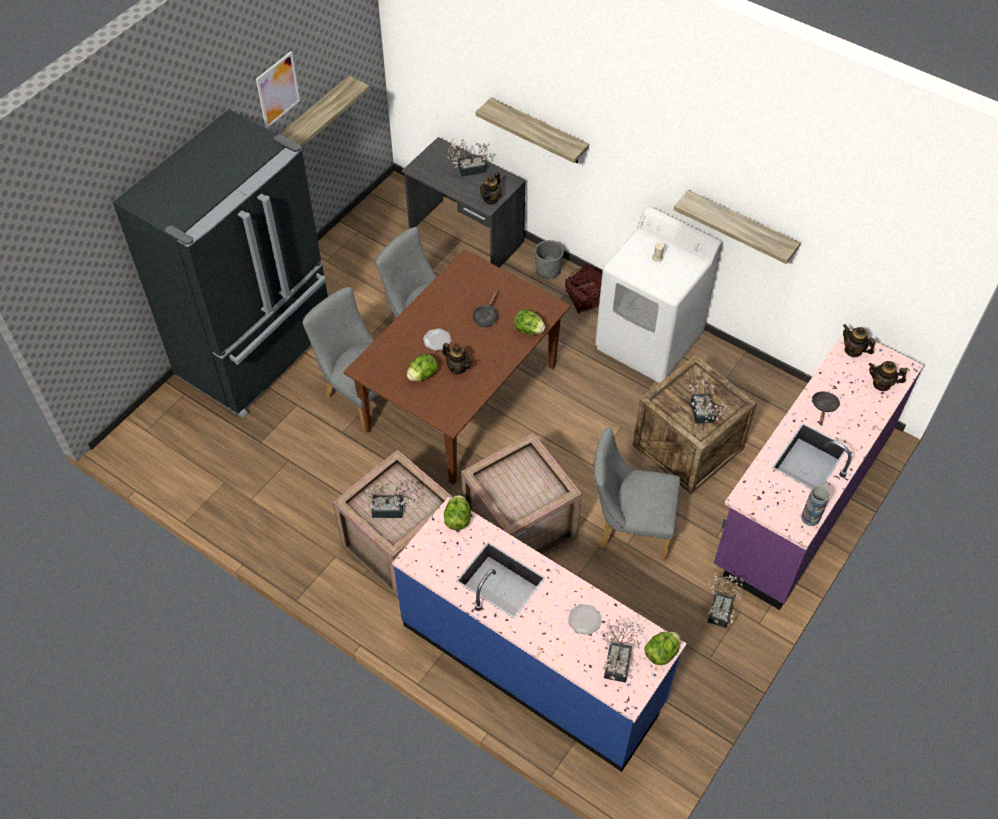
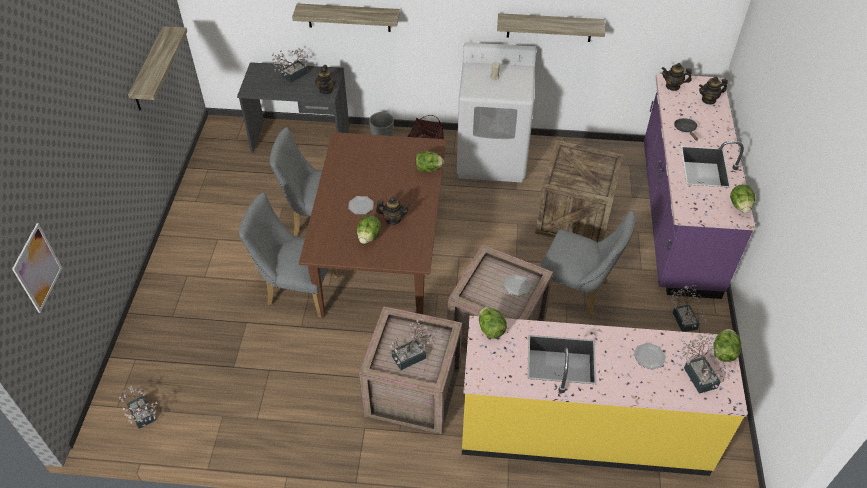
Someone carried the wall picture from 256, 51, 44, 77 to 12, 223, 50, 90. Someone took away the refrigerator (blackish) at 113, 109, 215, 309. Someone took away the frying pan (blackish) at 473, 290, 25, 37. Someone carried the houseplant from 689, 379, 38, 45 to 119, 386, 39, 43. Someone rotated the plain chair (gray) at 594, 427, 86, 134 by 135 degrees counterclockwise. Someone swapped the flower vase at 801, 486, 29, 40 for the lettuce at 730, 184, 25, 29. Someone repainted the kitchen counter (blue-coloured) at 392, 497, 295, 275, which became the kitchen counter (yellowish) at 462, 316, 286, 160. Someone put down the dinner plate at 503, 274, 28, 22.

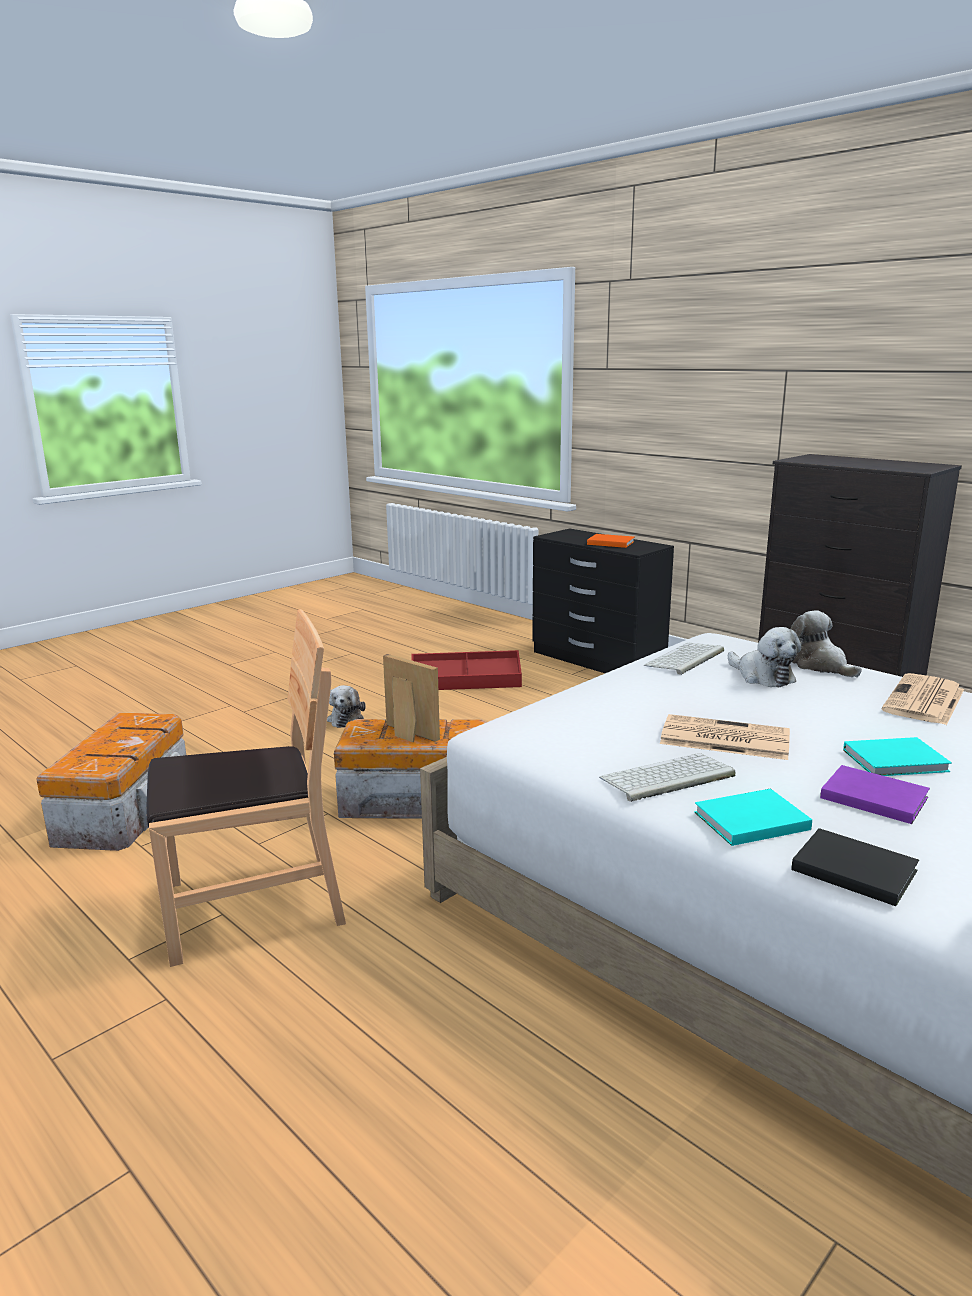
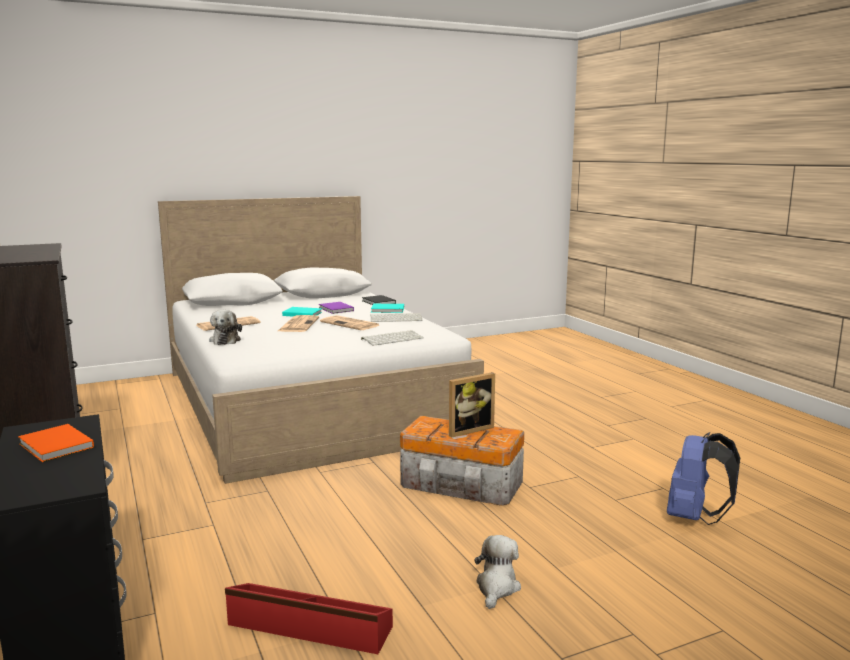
Someone took away the plain chair (brown-coloured) at 147, 609, 199, 358. Someone took away the plush toy at 728, 627, 73, 60. Someone carried the keyboard from 644, 643, 80, 32 to 361, 330, 62, 16. Someone rotated the standing frame at 383, 654, 57, 88 by 90 degrees counterclockwise. Someone swapped the storage bin at 36, 712, 150, 139 for the knapsack (blue-coloured) at 667, 432, 73, 93. Someone put down the printed paper at 278, 315, 41, 17.

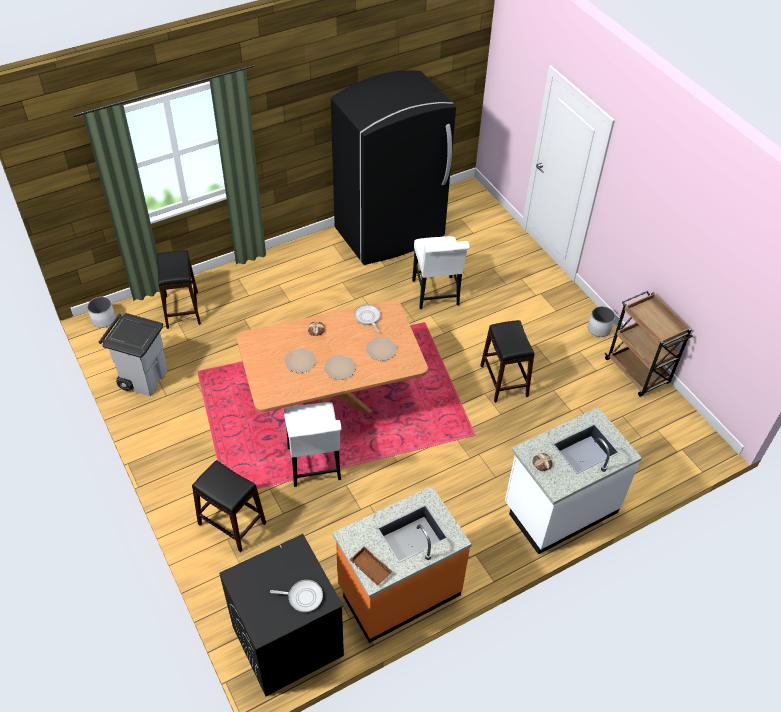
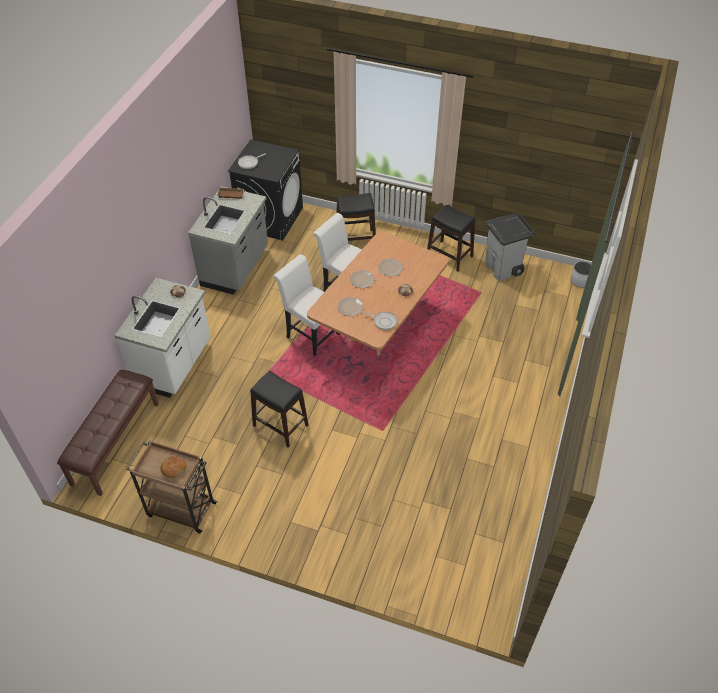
Someone took away the refrigerator (blackish) at 331, 70, 125, 195. Someone carried the plain chair (whitish) from 412, 236, 58, 73 to 273, 254, 67, 102. Someone carried the stool (blackish) from 157, 250, 44, 79 to 427, 205, 48, 67. Someone took away the flower pot (whitish) at 588, 306, 27, 31. Someone repainted the kitchen counter (orange) at 333, 486, 139, 157, which became the kitchen counter (gray) at 188, 186, 80, 109. Someone put down the long seat (brown-coloured) at 57, 370, 102, 126. Someone put down the bakery bread at 160, 456, 27, 22.

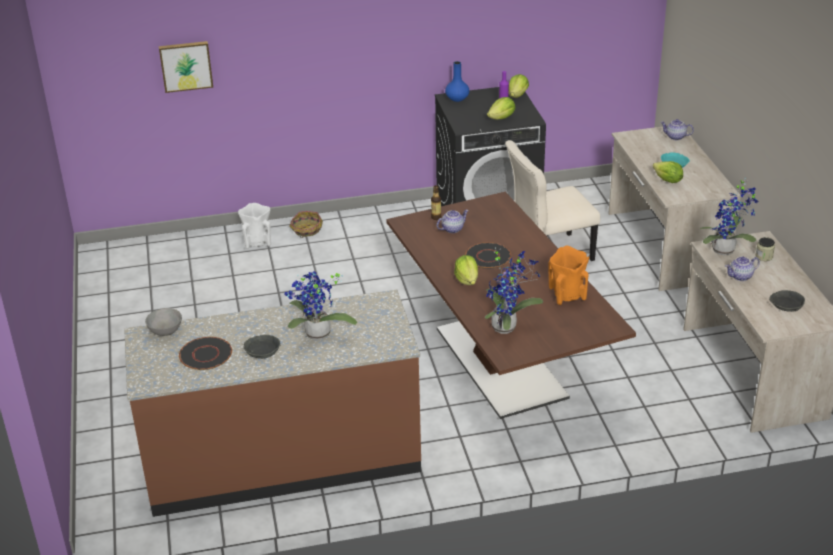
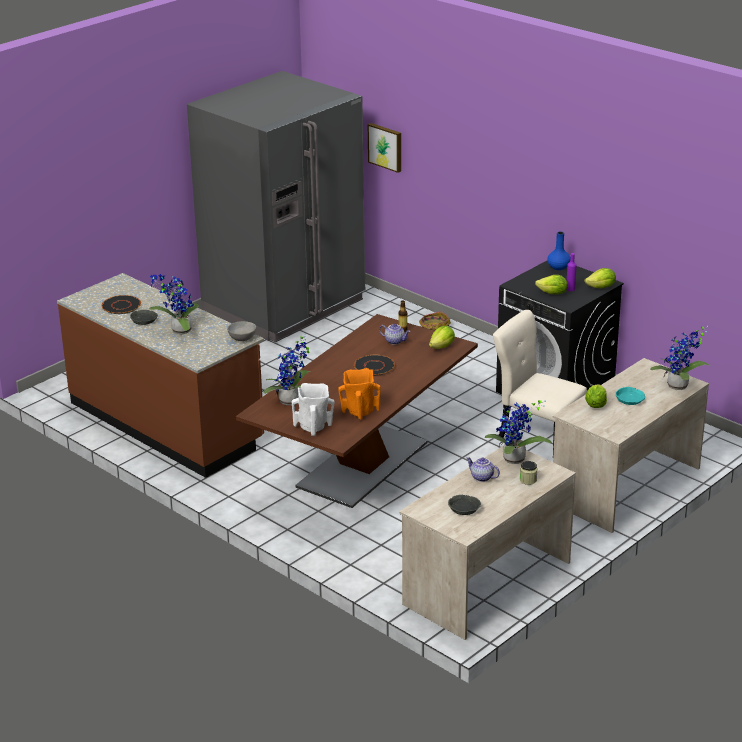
Someone swapped the teapot at 661, 119, 33, 21 for the houseplant at 650, 326, 60, 64. Someone carried the flower vase (whitish) from 238, 203, 33, 46 to 292, 383, 43, 53. Someone carried the lettuce from 454, 255, 24, 30 to 429, 326, 26, 23. Someone carried the bowl (gray) from 145, 308, 37, 28 to 227, 321, 29, 20. Someone put down the refrigerator (gray) at 187, 71, 178, 271.

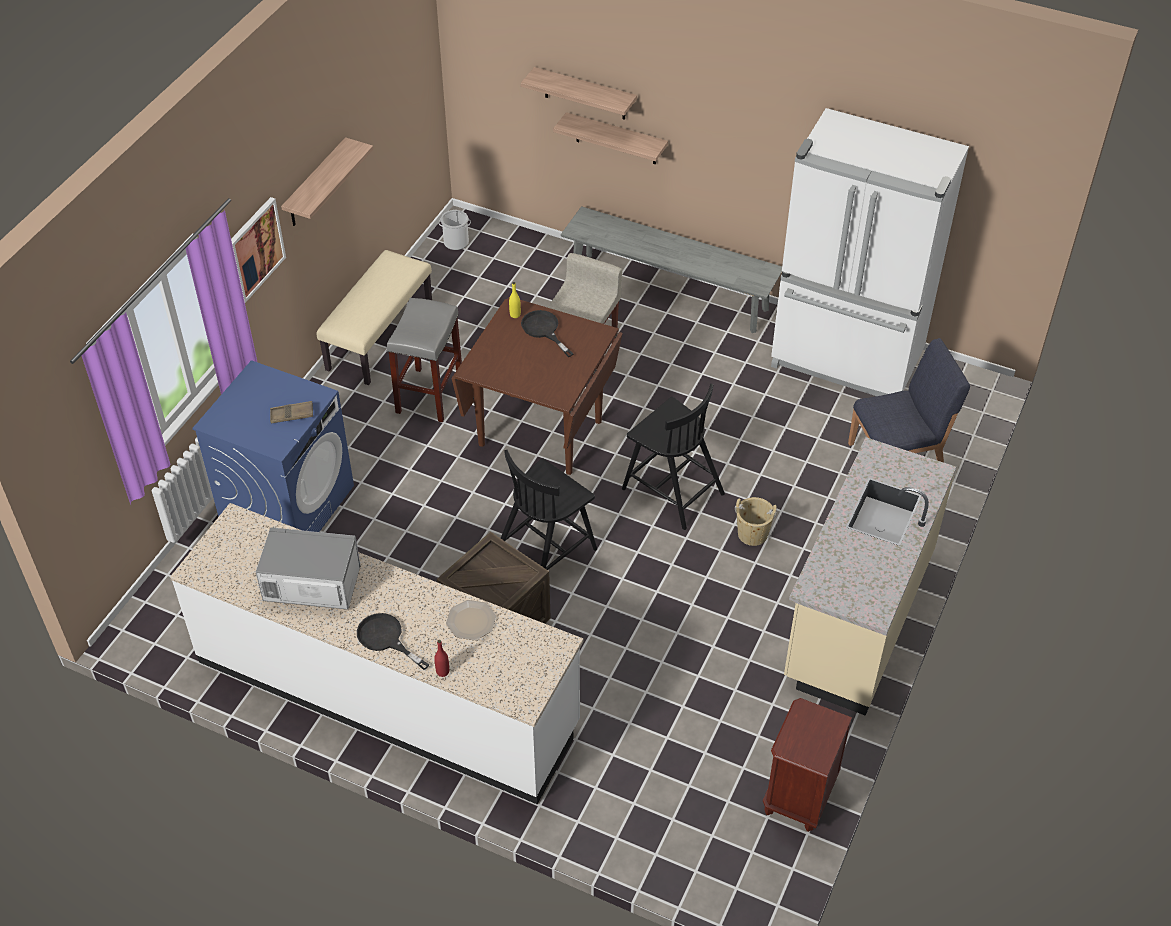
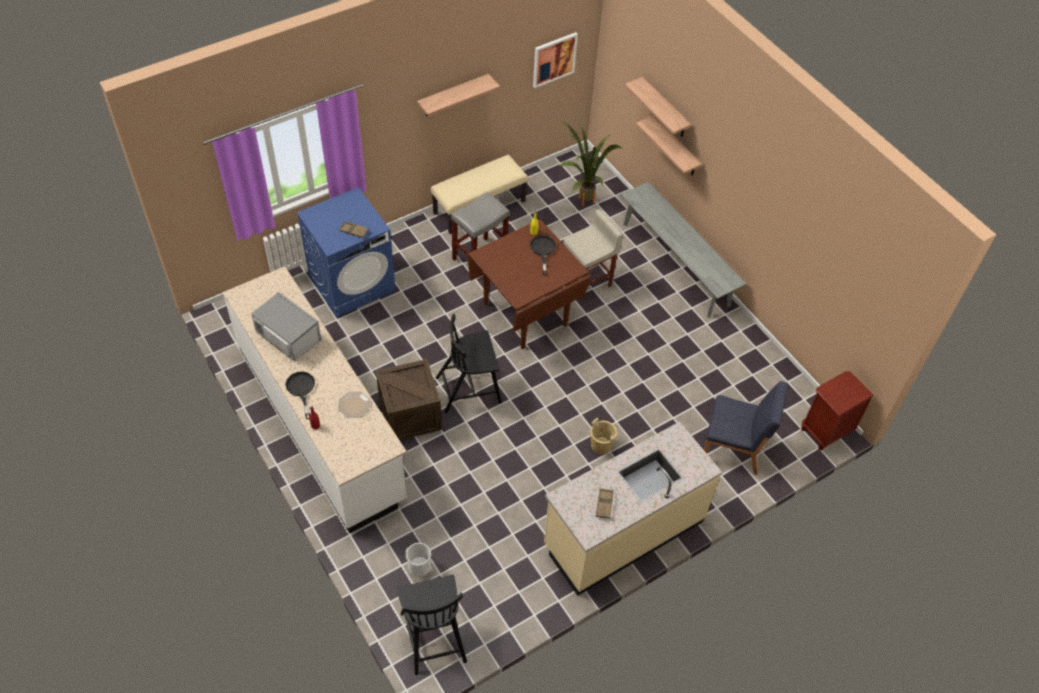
Someone took away the refrigerator (whitish) at 771, 108, 198, 288. Someone carried the wall picture from 231, 197, 55, 106 to 533, 32, 45, 56. Someone carried the bucket from 439, 210, 32, 40 to 406, 543, 26, 34. Someone carried the plain chair (blackish) from 622, 384, 103, 146 to 397, 575, 70, 100. Someone carried the bedside table (brown-coloured) from 763, 698, 89, 134 to 801, 371, 73, 79. Someone put down the houseplant at 559, 121, 63, 85. Someone put down the carrying tray (brown-coloured) at 596, 488, 18, 31.

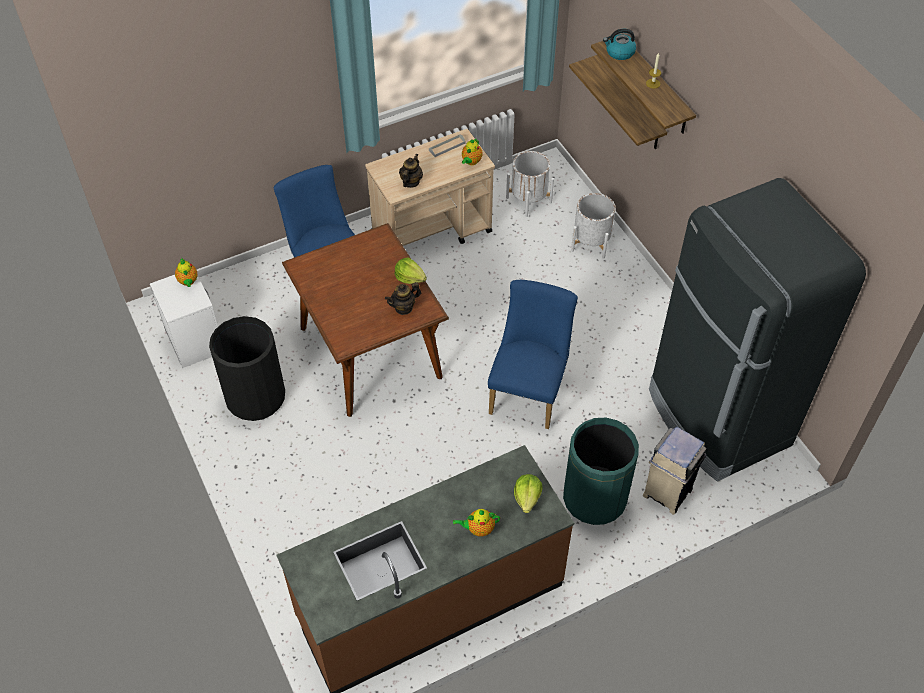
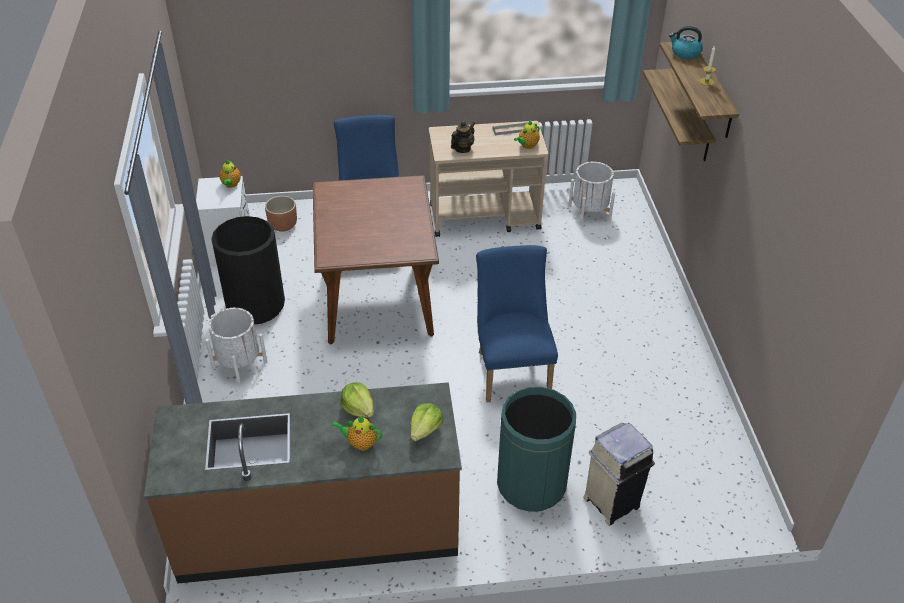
Someone took away the refrigerator (blackish) at 649, 178, 217, 304. Someone carried the flower pot (whitish) from 571, 193, 45, 66 to 206, 308, 61, 77. Someone carried the lettuce from 395, 258, 32, 26 to 341, 382, 33, 36. Someone rotated the plain chair (blue-coloured) at 488, 280, 90, 149 by 45 degrees counterclockwise. Someone took away the teapot at 385, 282, 36, 33. Someone put down the flower pot (brown-coloured) at 265, 196, 32, 36.

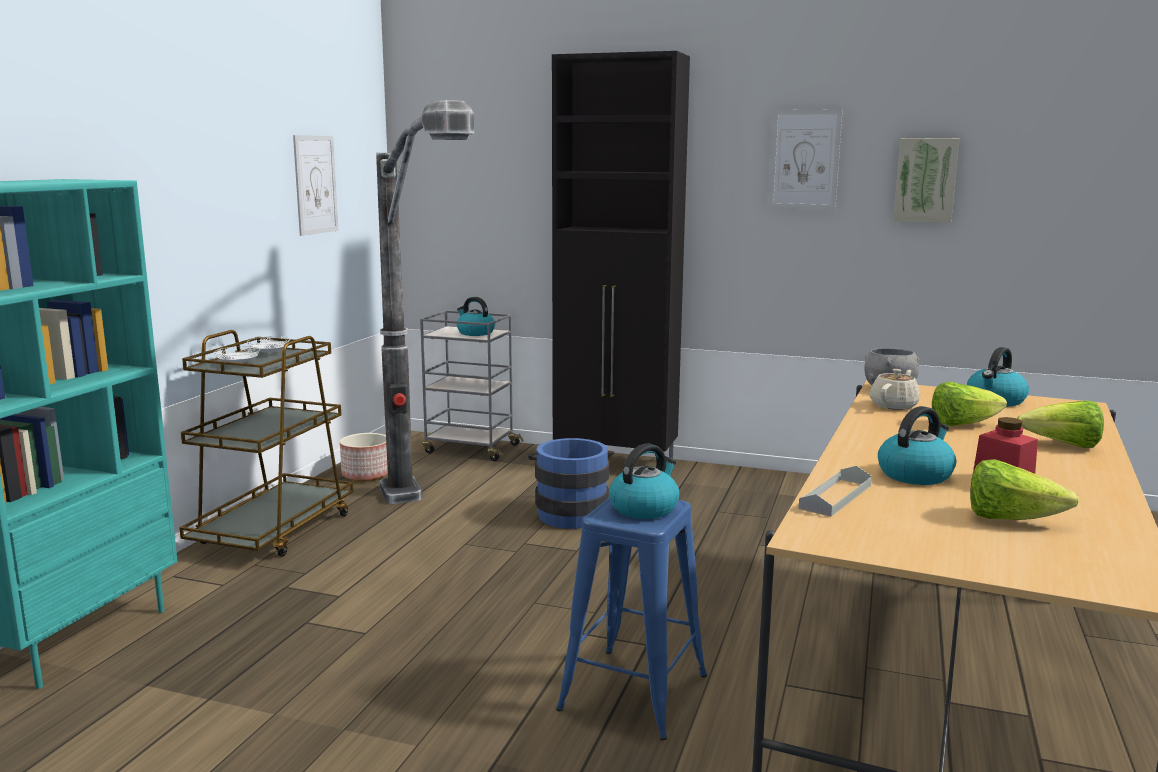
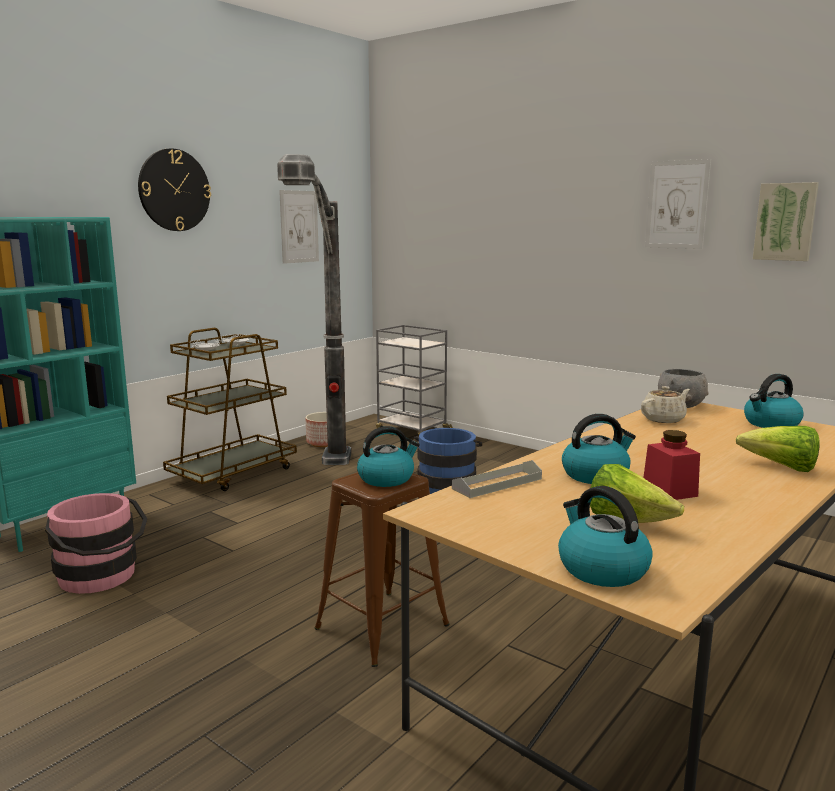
Someone took away the cabinet (blackish) at 552, 51, 138, 408. Someone carried the water kettle from 457, 297, 38, 39 to 558, 486, 95, 101. Someone took away the lettuce at 932, 382, 75, 44. Someone repainted the stool (blue-coloured) at 556, 497, 151, 244, which became the stool (brown-coloured) at 315, 472, 135, 195. Someone put up the hanging clock at 138, 148, 73, 83. Someone put down the bucket (pinkish) at 45, 493, 102, 101.

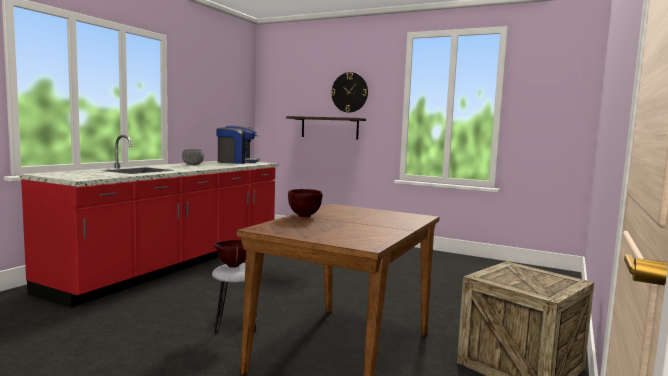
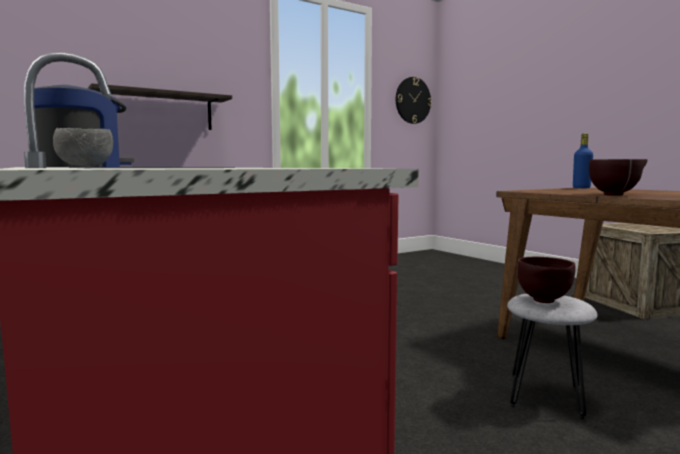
Someone carried the hanging clock from 331, 72, 37, 40 to 396, 77, 36, 47. Someone put down the drink bottle (blue-coloured) at 573, 134, 20, 54.

